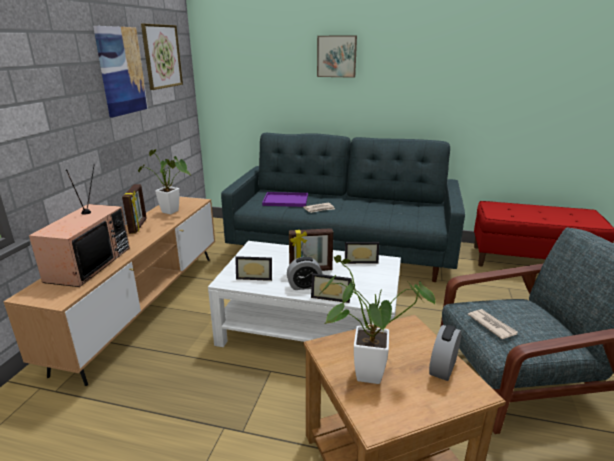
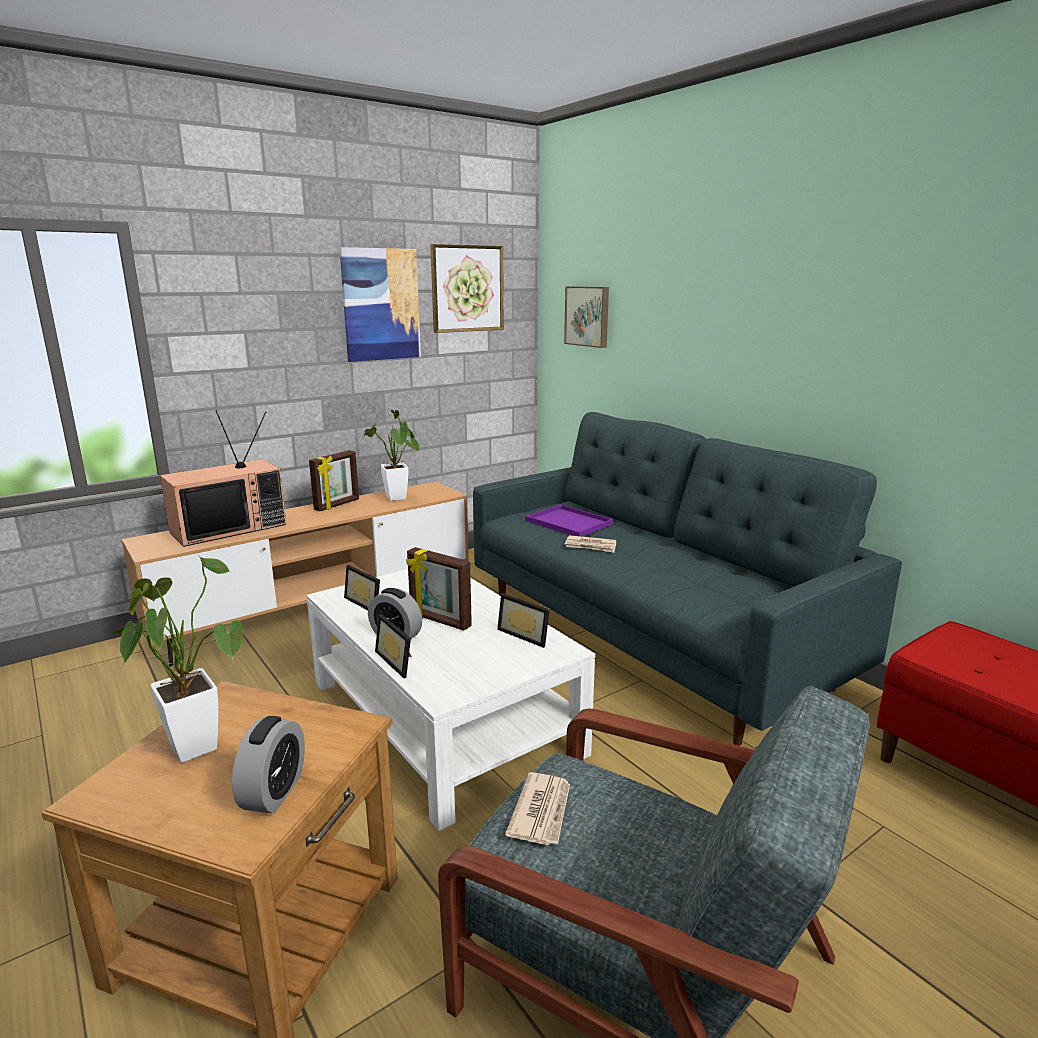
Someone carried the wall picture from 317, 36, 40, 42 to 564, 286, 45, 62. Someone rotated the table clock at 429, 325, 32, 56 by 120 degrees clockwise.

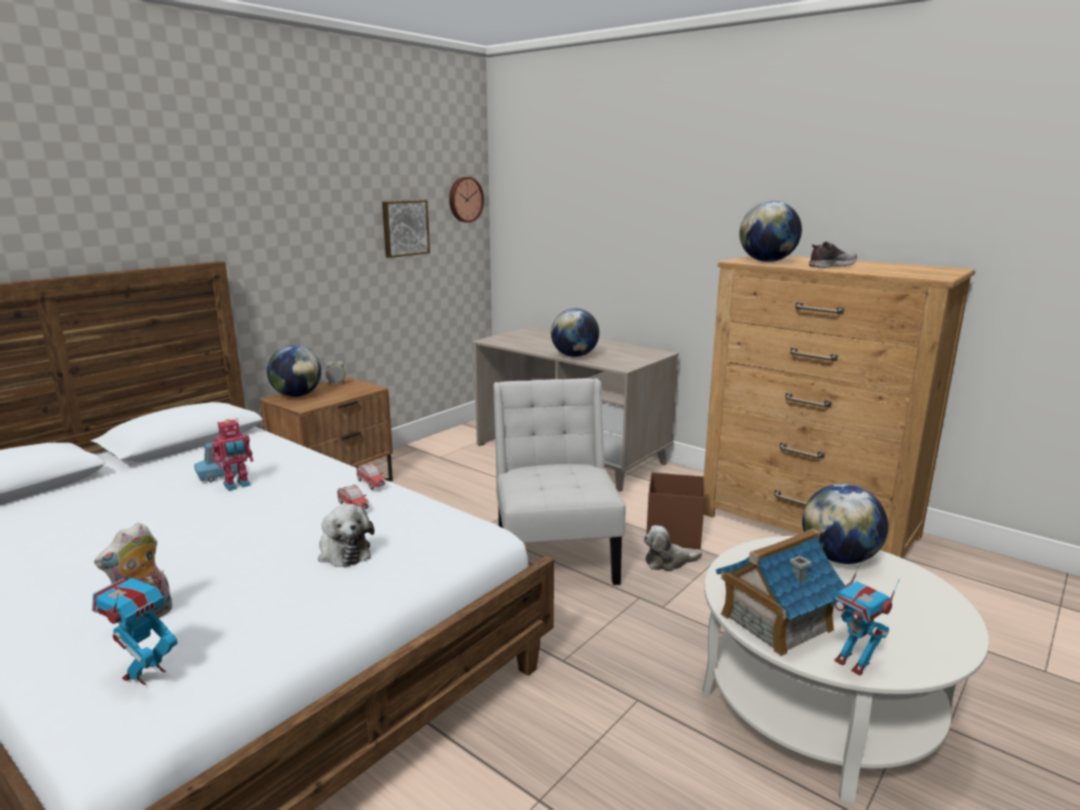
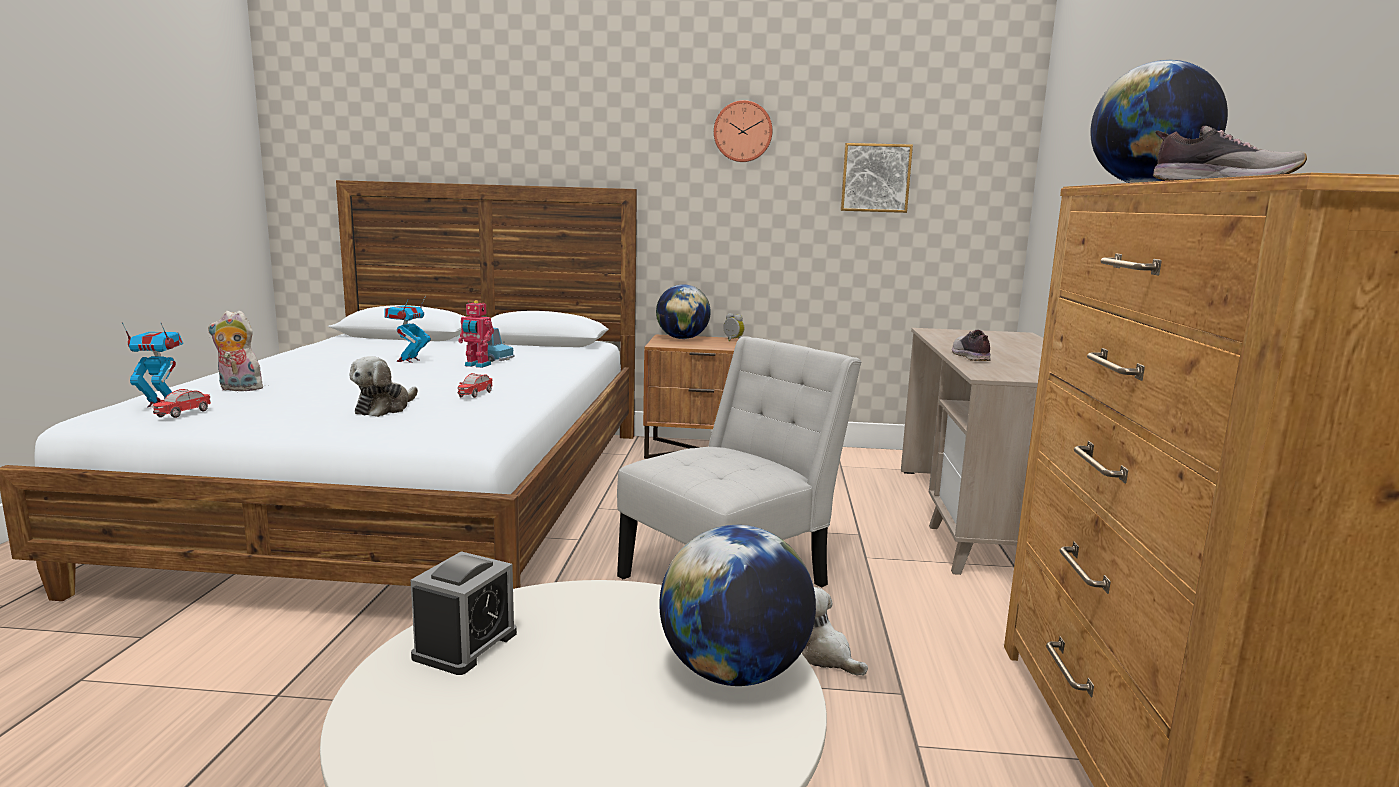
Someone carried the hanging clock from 449, 177, 35, 46 to 714, 100, 58, 62. Someone swapped the desk globe at 551, 308, 48, 49 for the low shoe at 952, 330, 39, 31. Someone carried the toy car from 356, 463, 29, 27 to 152, 389, 59, 29. Someone took away the storage bin (brown-coloured) at 646, 472, 59, 77. Someone swapped the miniature house at 716, 528, 129, 129 for the table clock at 411, 551, 106, 124. Someone carried the toy robot from 831, 562, 68, 114 to 385, 296, 46, 67.

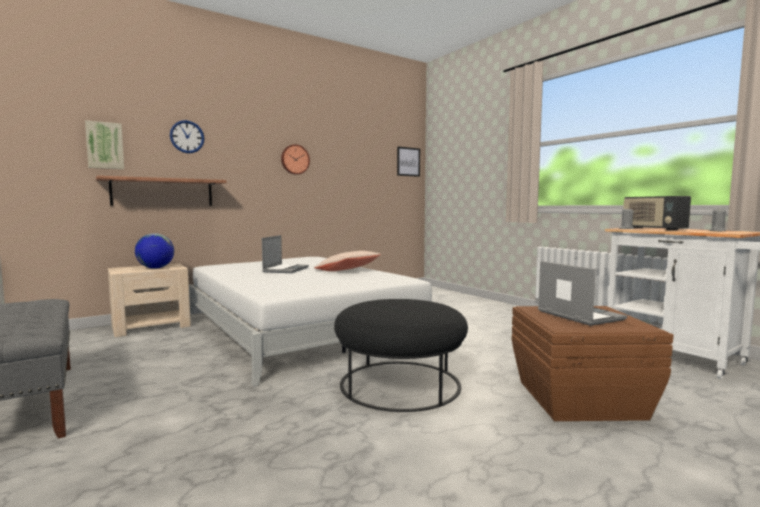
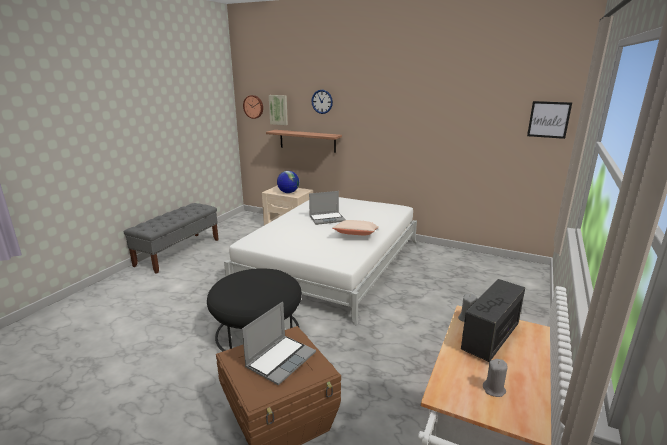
Someone carried the hanging clock from 281, 144, 29, 31 to 243, 95, 20, 24.

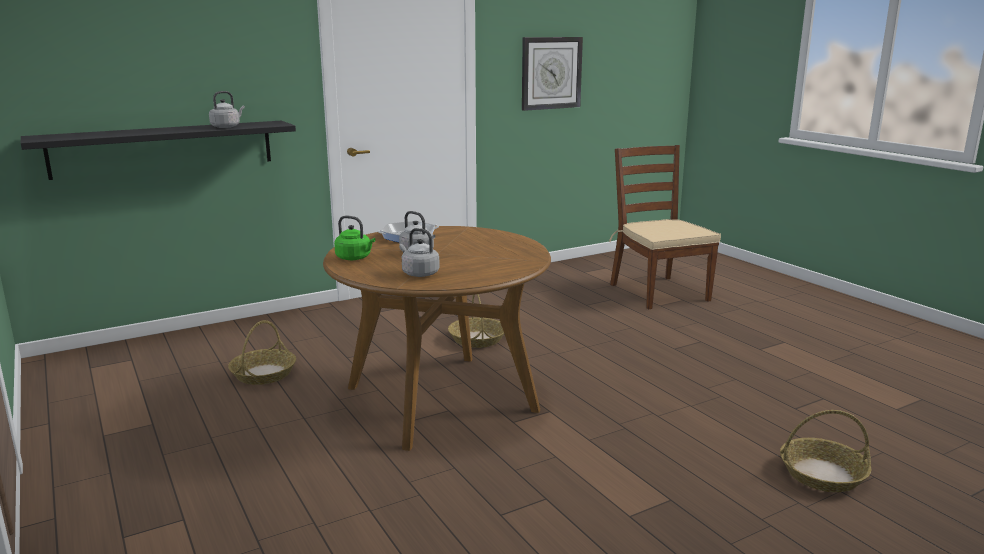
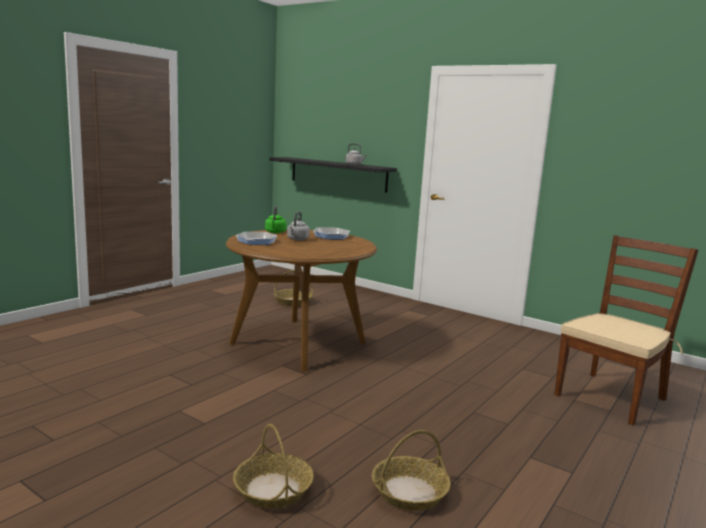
Someone took away the hanging clock at 522, 37, 61, 74. Someone swapped the water kettle (gray) at 399, 228, 41, 49 for the frying pan at 236, 232, 42, 13. Someone carried the basket from 448, 294, 56, 54 to 372, 430, 79, 81.

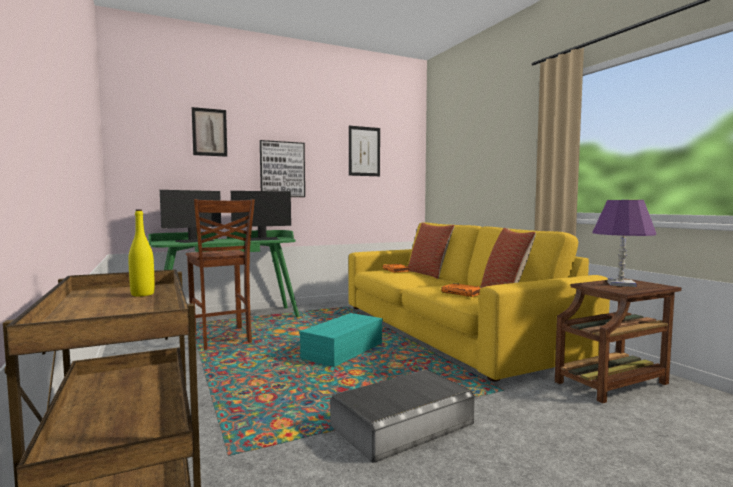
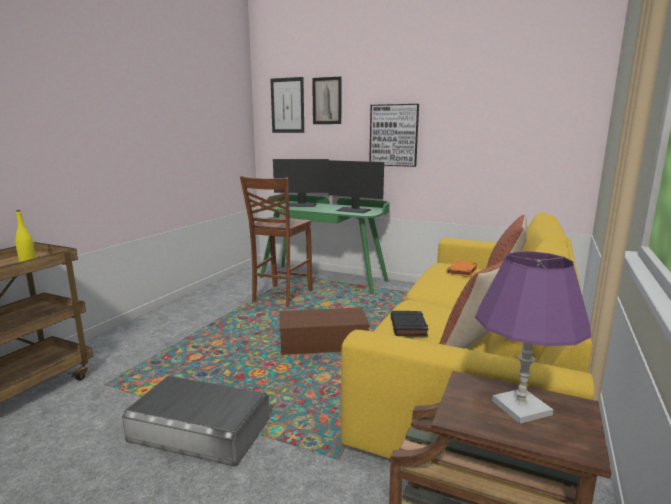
Someone carried the wall picture from 349, 126, 31, 50 to 270, 77, 34, 56. Someone repainted the book (orange) at 441, 283, 42, 14, which became the book (blackish) at 390, 311, 38, 26. Someone repainted the storage bin (turquoise-coloured) at 299, 313, 84, 54, which became the storage bin (brown-coloured) at 280, 307, 90, 48.

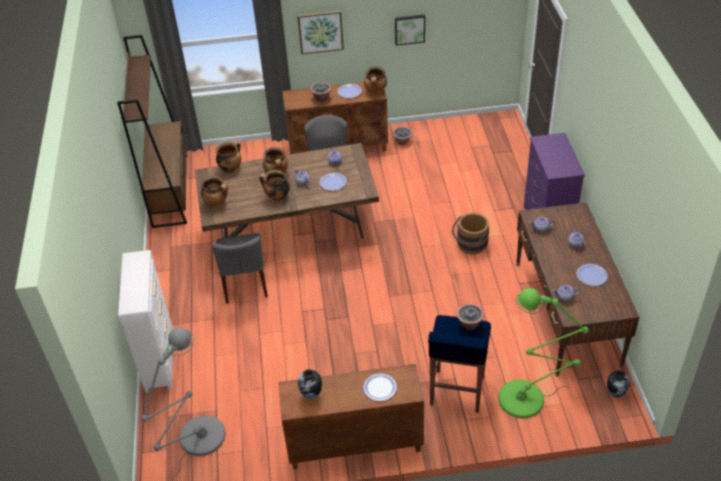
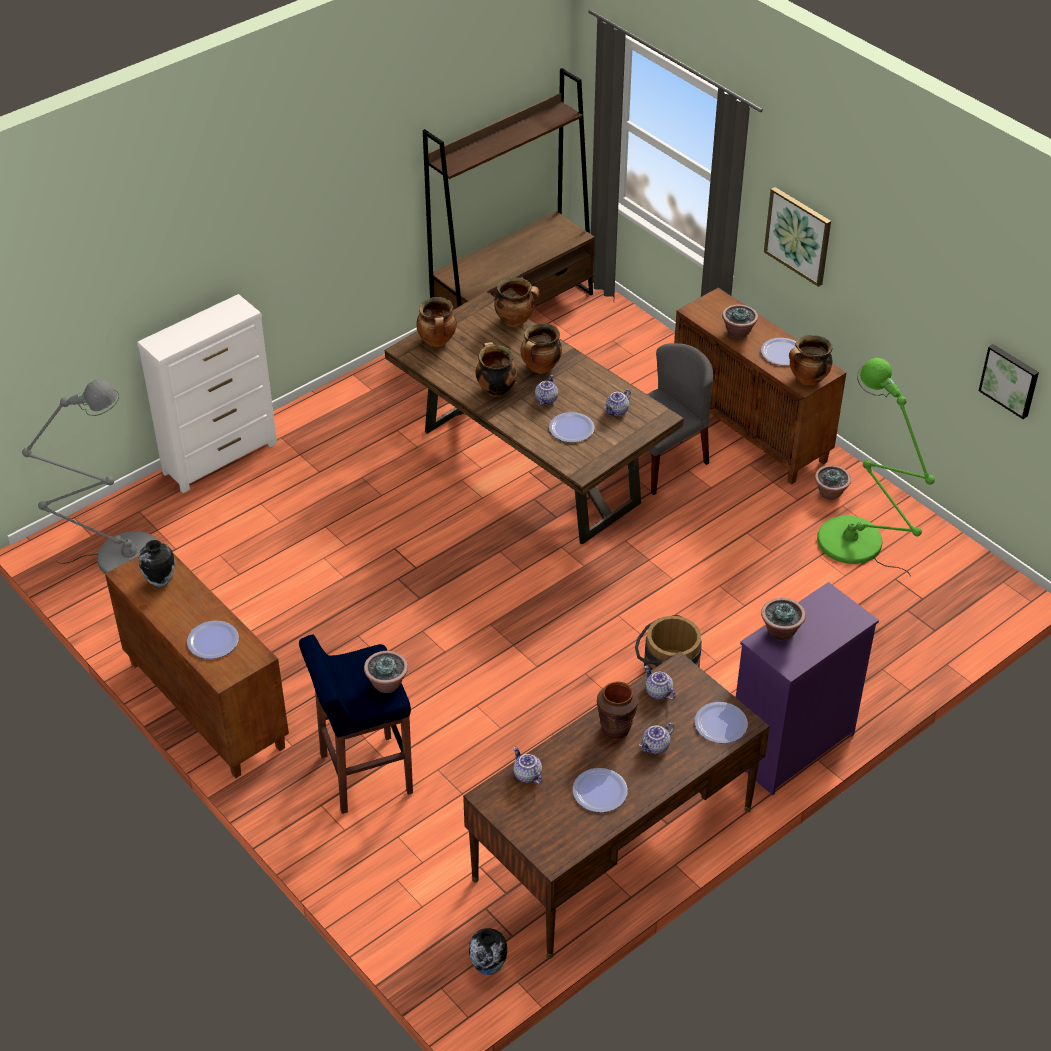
Someone carried the wall picture from 395, 15, 30, 31 to 978, 344, 61, 75. Someone took away the plain chair (gray) at 212, 233, 56, 71. Someone carried the standard lamp (green) from 498, 288, 91, 130 to 817, 358, 118, 219. Someone put down the houseplant at 761, 598, 45, 42. Someone put down the flower vase (brown-coloured) at 597, 682, 41, 57. Someone put down the dinner plate at 695, 702, 53, 41.

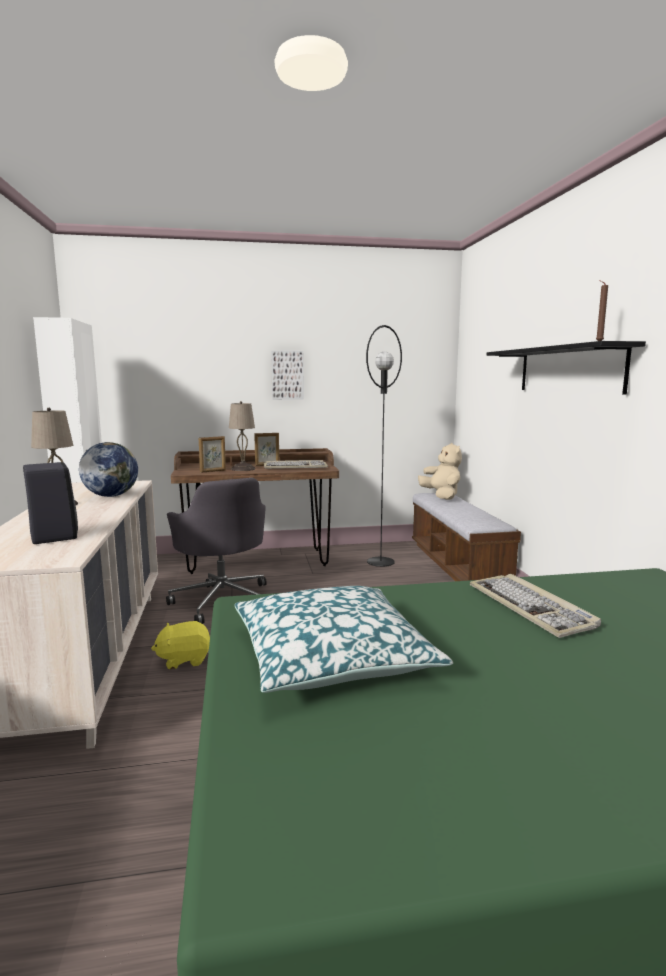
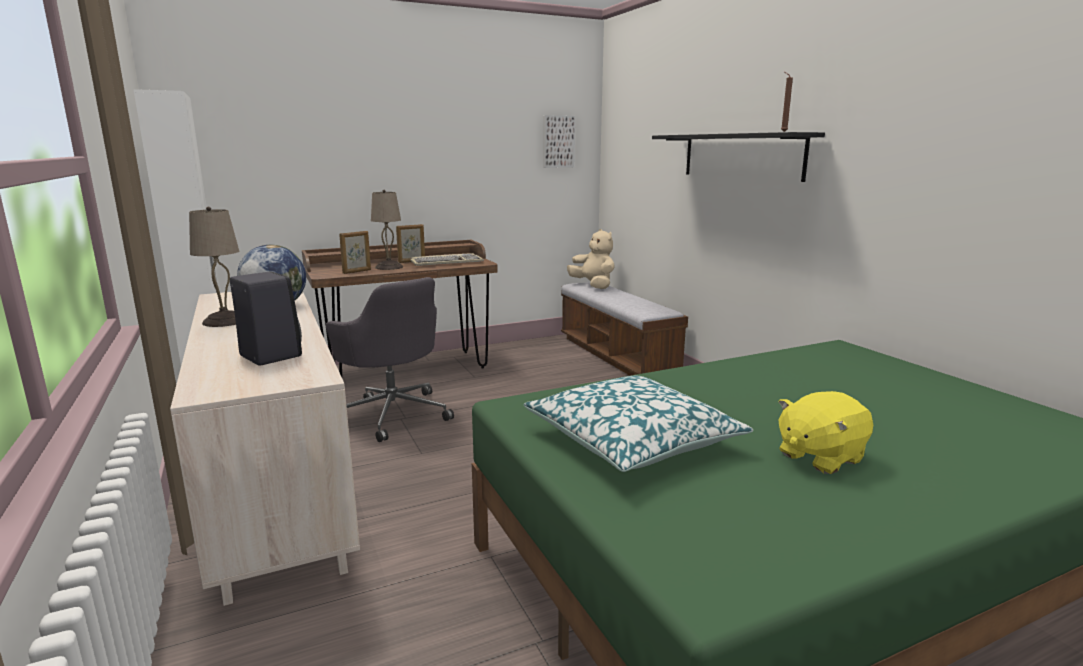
Someone took away the standard lamp (blackish) at 366, 325, 36, 242. Someone carried the wall picture from 271, 351, 33, 49 to 543, 115, 32, 53. Someone took away the keyboard at 470, 574, 131, 64. Someone carried the plush toy (yellowish) from 151, 621, 59, 49 to 778, 391, 95, 83.

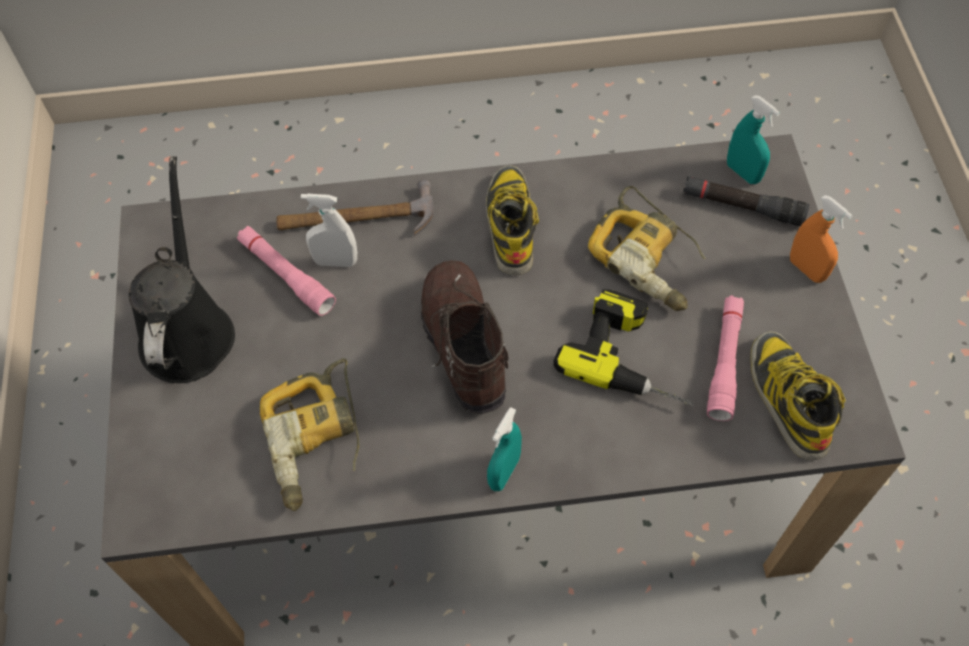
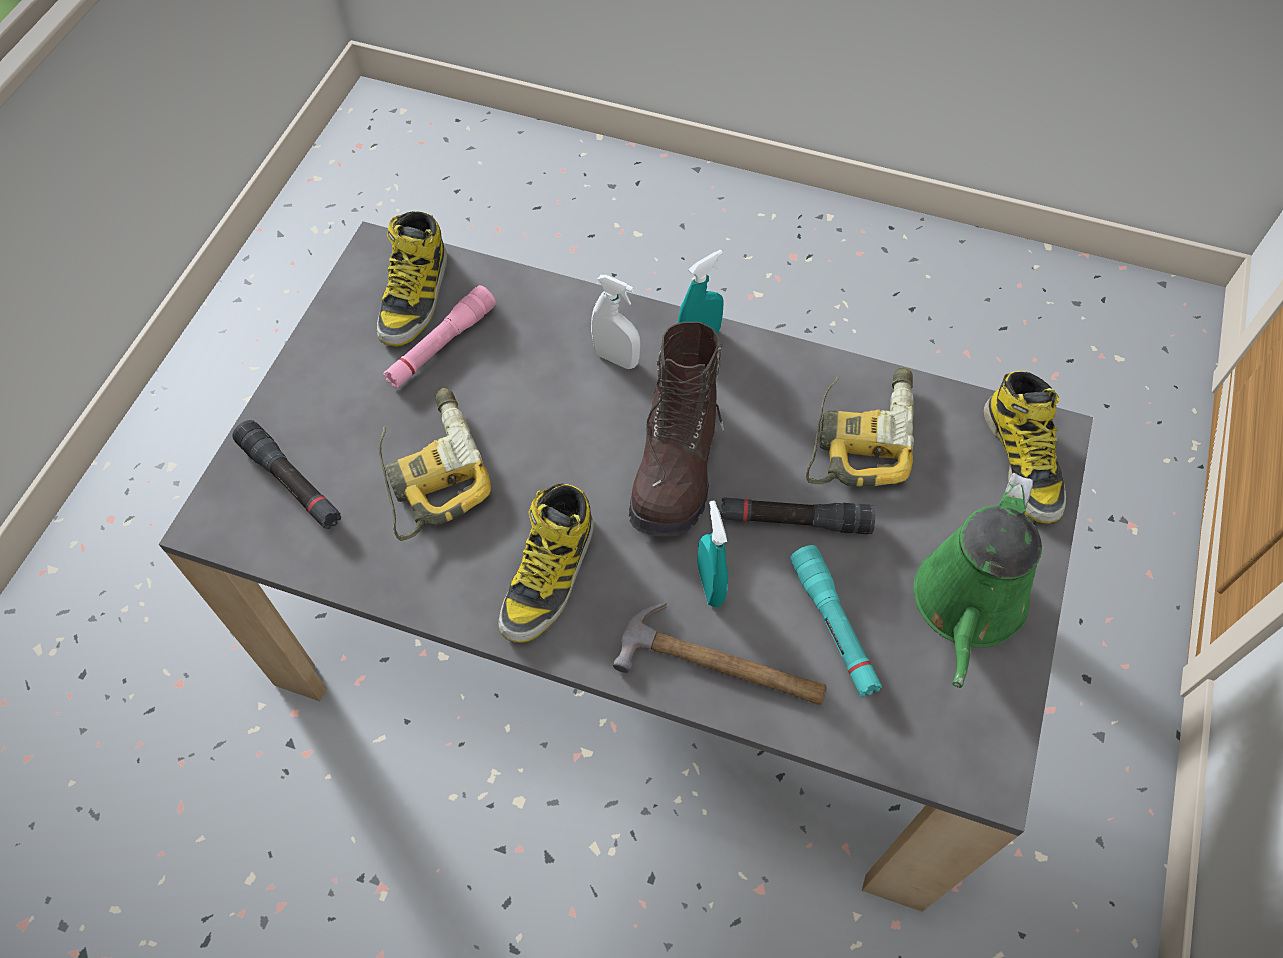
Someone carried the sprayer (turquoise-coloured) from 727, 95, 53, 89 to 698, 500, 30, 107. Someone repainted the watering can (blackish) at 129, 156, 106, 227, which became the watering can (green) at 913, 473, 129, 215. Someone carried the sprayer (whitish) from 301, 194, 56, 73 to 591, 275, 49, 94. Someone took away the sprayer (orange) at 790, 195, 63, 88. Someone repainted the torch (pinkish) at 237, 226, 99, 90, which became the torch (turquoise-coloured) at 790, 545, 92, 152. Someone took away the electric drill at 553, 289, 141, 117. Someone put down the boot at 984, 371, 82, 153. Someone put down the torch (blackish) at 721, 497, 155, 37.

